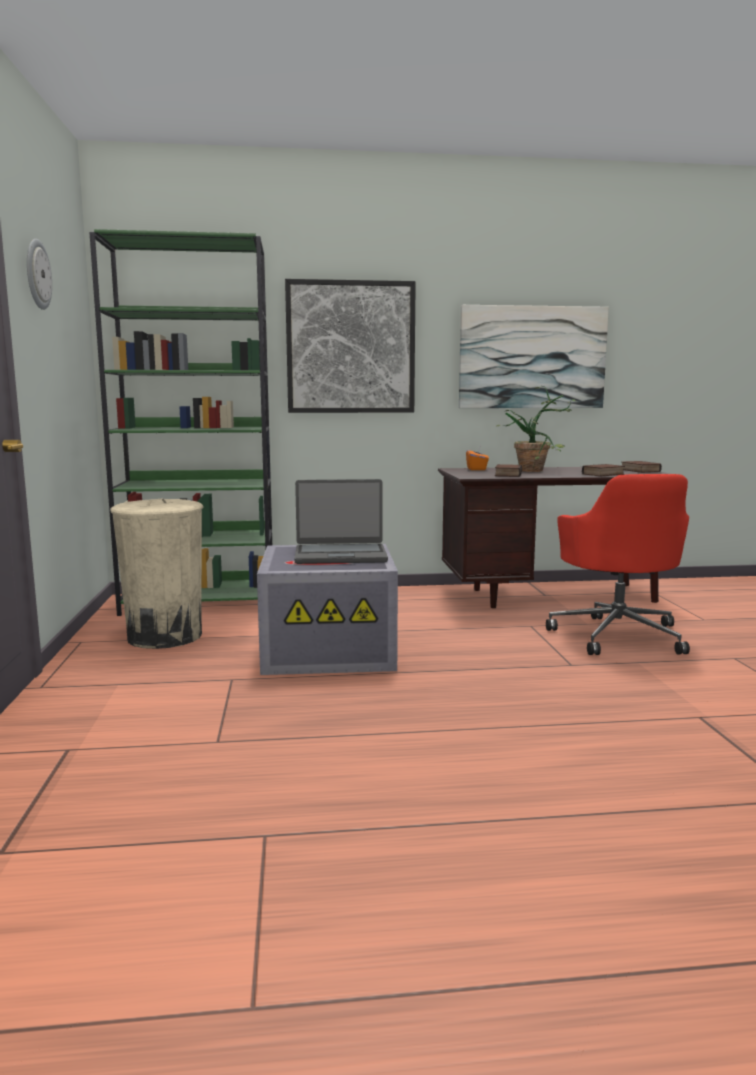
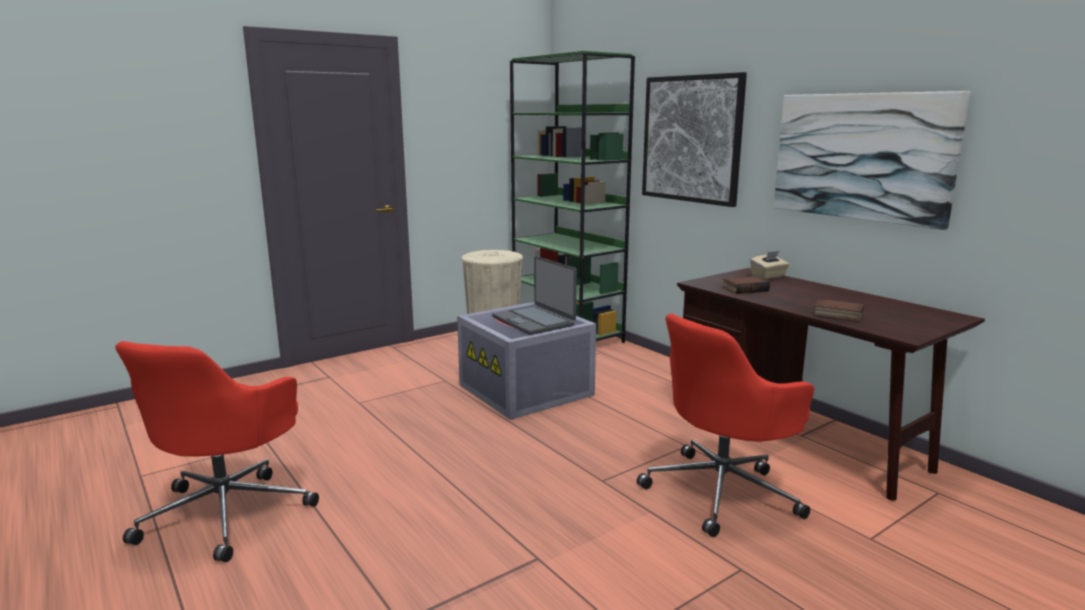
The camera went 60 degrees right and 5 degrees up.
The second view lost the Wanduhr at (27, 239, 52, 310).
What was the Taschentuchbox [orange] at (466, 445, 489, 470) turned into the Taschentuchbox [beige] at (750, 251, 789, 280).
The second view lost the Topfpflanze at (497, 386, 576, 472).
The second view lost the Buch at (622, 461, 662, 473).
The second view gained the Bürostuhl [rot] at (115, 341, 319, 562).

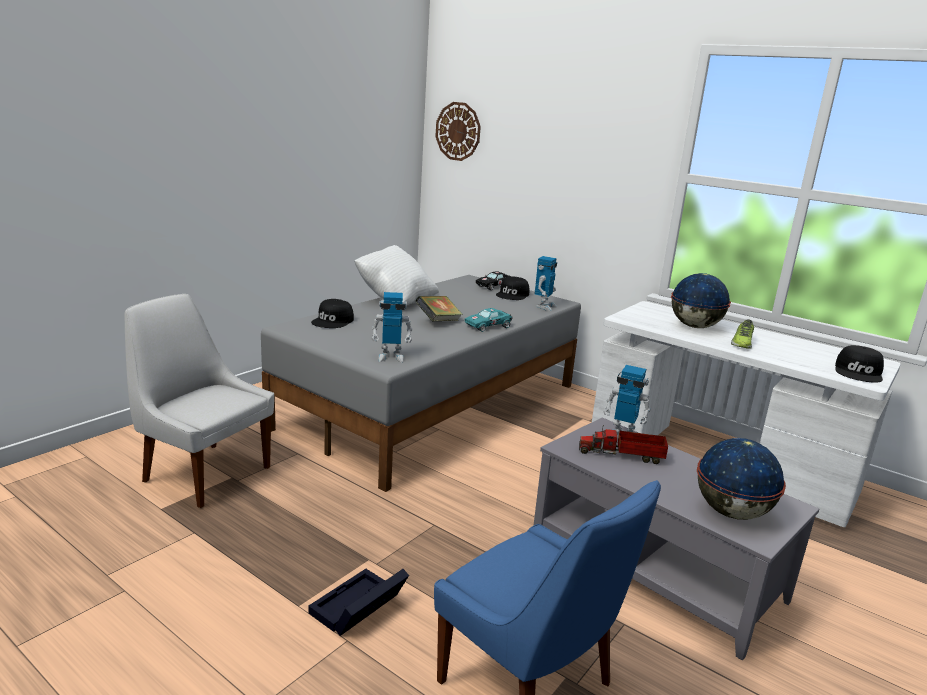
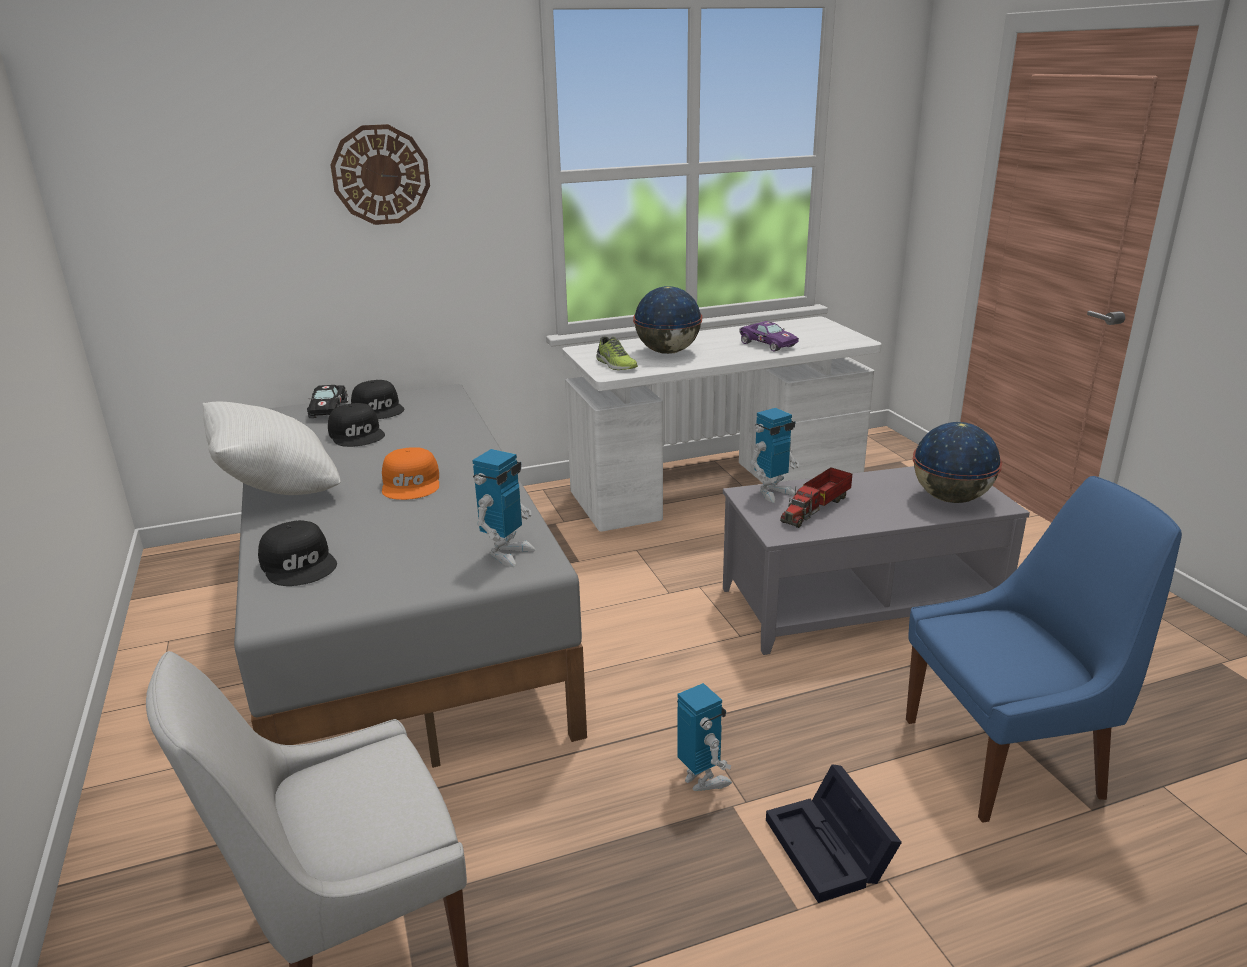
The camera went 55 degrees left and 5 degrees up.
Where the Buch stood at (415, 296, 463, 321), the Kappe [orange] came to stand at (382, 447, 439, 500).
The Wanduhr ended up elsewhere, having gone from (435, 102, 481, 161) to (331, 124, 430, 225).
The second view lost the Spielzeugauto [türkis] at (464, 308, 512, 332).
The Spielzeugroboter ended up elsewhere, having gone from (535, 256, 557, 311) to (677, 683, 732, 791).
The Schuh ended up elsewhere, having gone from (731, 320, 754, 349) to (596, 336, 638, 370).
The Kappe [schwarz] ended up elsewhere, having gone from (835, 345, 884, 383) to (328, 403, 385, 447).
The second view gained the Spielzeugauto [lila] at (739, 321, 799, 351).

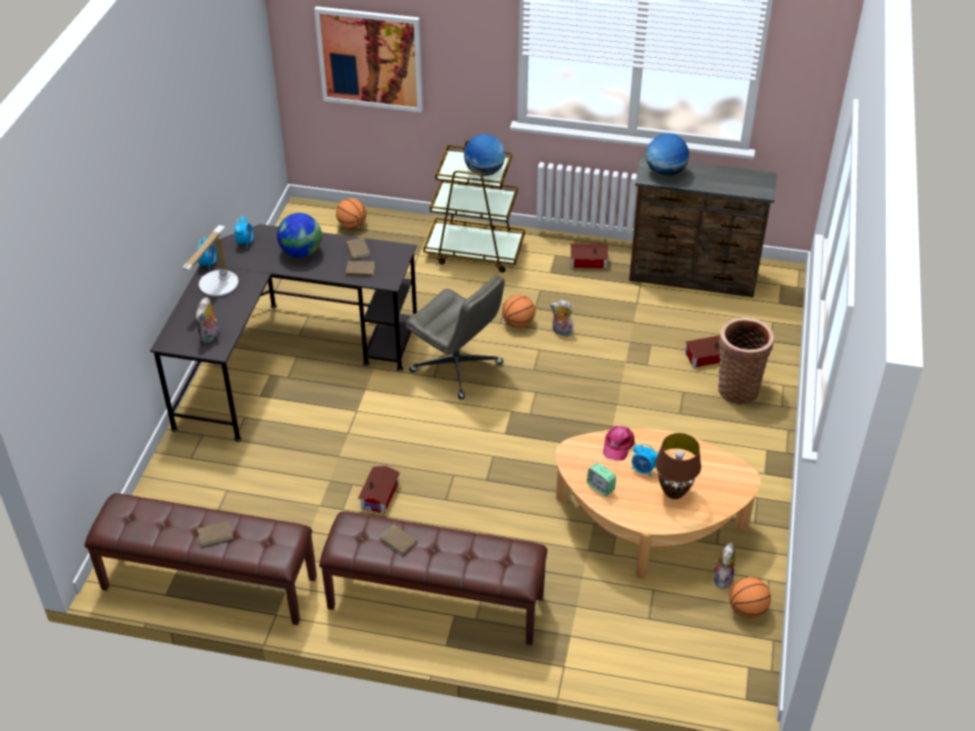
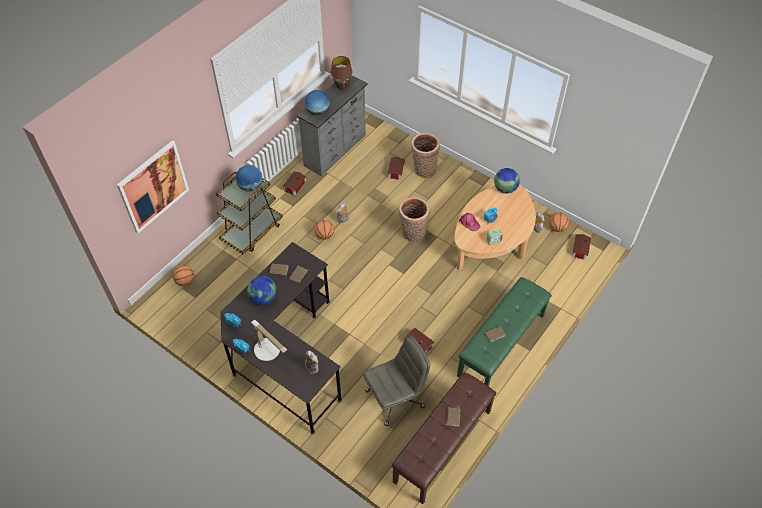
The camera went 65 degrees left and 10 degrees up.
What was the Bank [braun] at (319, 511, 547, 645) turned into the Bank [grün] at (457, 277, 552, 386).
The Bürostuhl [grau] ended up elsewhere, having gone from (406, 275, 505, 400) to (363, 336, 430, 426).
What was the Kommode [braun] at (629, 156, 777, 298) turned into the Kommode [grau] at (297, 75, 367, 176).
The Tischlampe [braun] ended up elsewhere, having gone from (655, 433, 701, 499) to (331, 56, 352, 90).
The second view gained the Korb at (399, 197, 430, 242).
The second view gained the Globus at (494, 168, 520, 193).
The second view gained the Spielzeughaus at (572, 234, 591, 260).

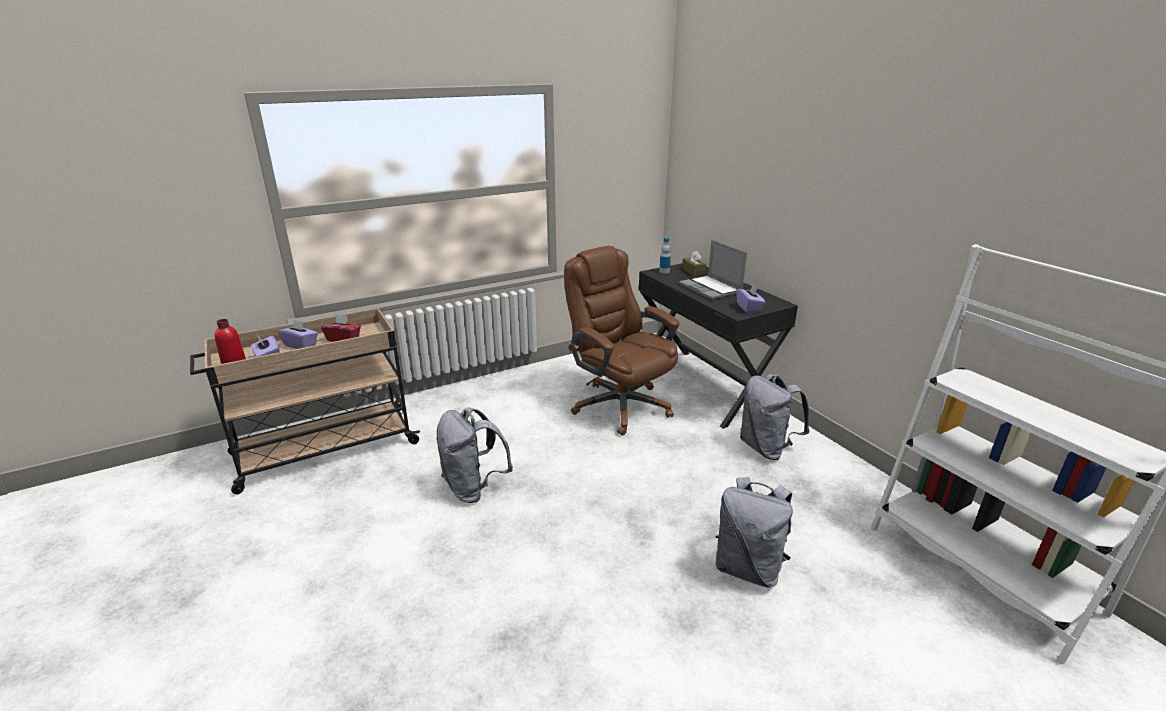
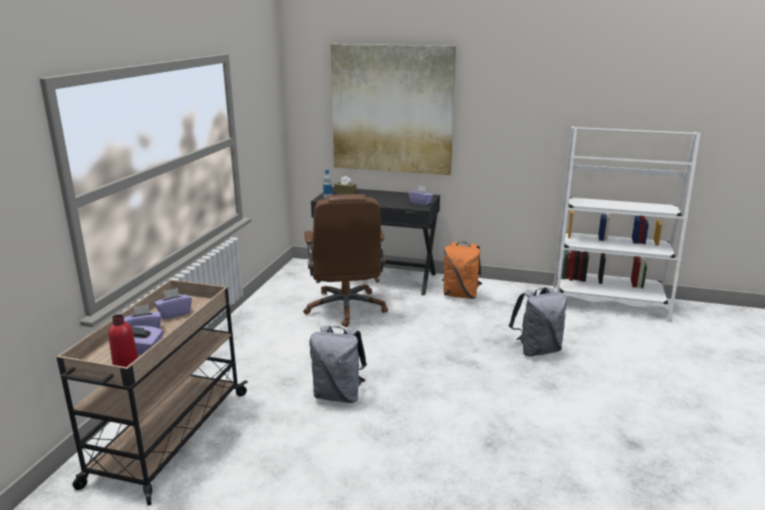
The camera went 45 degrees left and 5 degrees down.
What was the Taschentuchbox [rot] at (321, 315, 361, 342) turned into the Taschentuchbox [lila] at (154, 288, 192, 319).
The Bürostuhl [braun] at (564, 246, 680, 436) ended up facing another way, 105 degrees counterclockwise from before.
The second view lost the Laptop at (679, 240, 747, 300).
What was the Rucksack [grau] at (740, 374, 810, 460) turned into the Rucksack [orange] at (442, 242, 482, 299).
The second view gained the Bild at (330, 44, 456, 175).

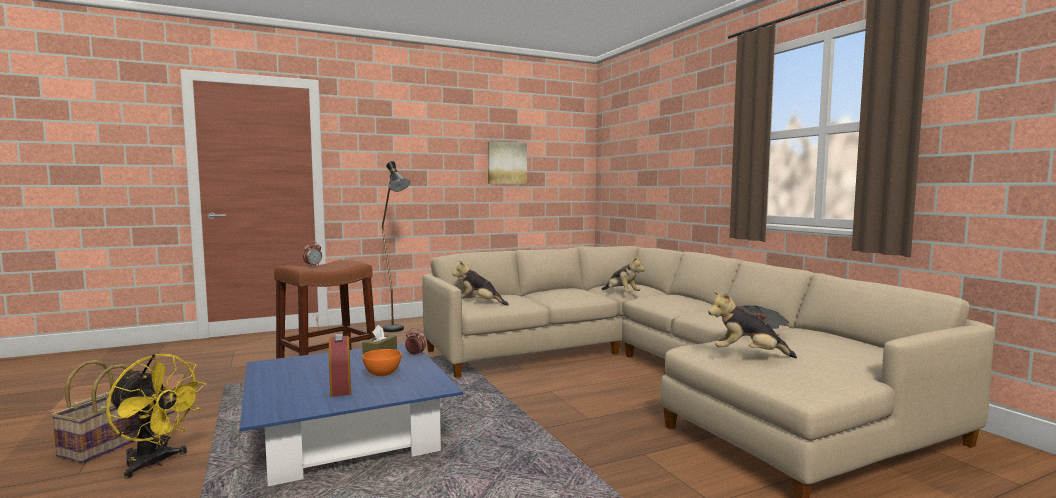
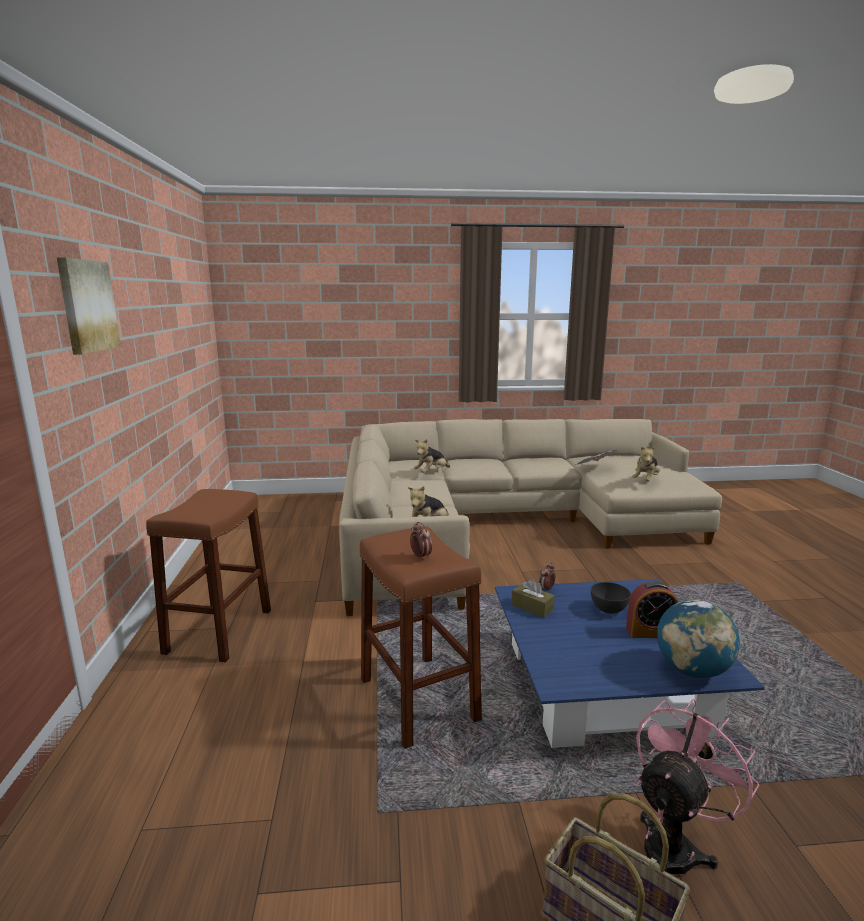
The camera went 70 degrees left and 10 degrees up.
What was the Ventilator [gelb] at (106, 354, 206, 479) turned into the Ventilator [rosa] at (636, 699, 759, 875).
What was the Schüssel [orange] at (362, 349, 401, 376) turned into the Schüssel [grau] at (591, 582, 631, 614).
Where the Stehlampe [schwarz] stood at (382, 161, 410, 332), the Hocker [braun] came to stand at (146, 489, 271, 662).
The Bild ended up elsewhere, having gone from (488, 141, 527, 184) to (57, 258, 120, 355).
The Plüschtier at (602, 255, 645, 292) ended up facing another way, 150 degrees clockwise from before.
The second view gained the Globus at (657, 599, 740, 678).

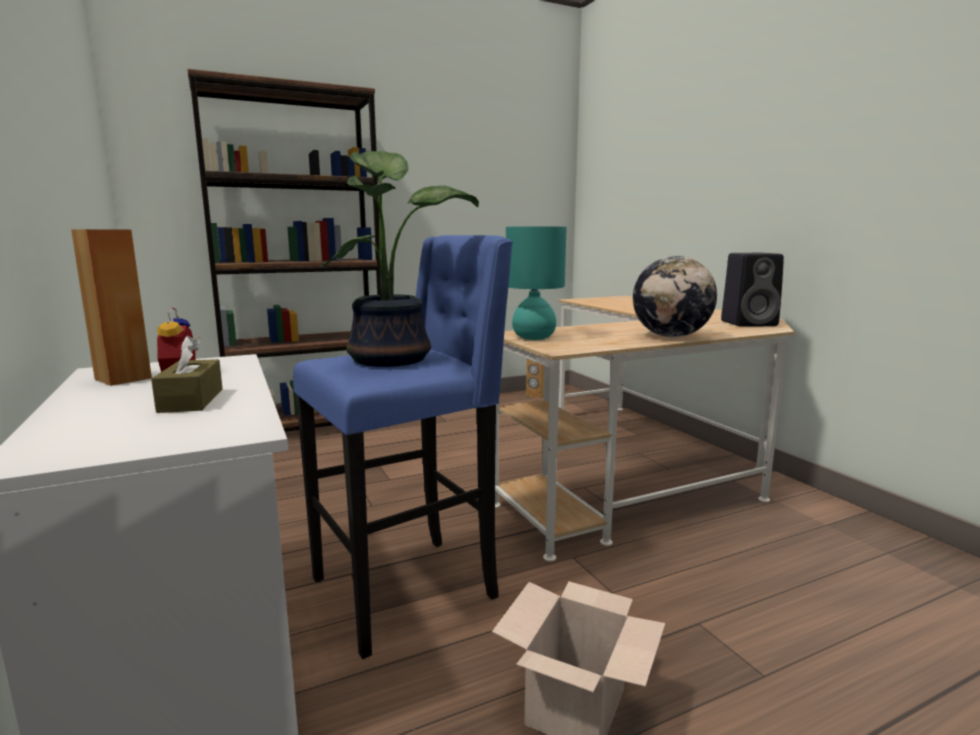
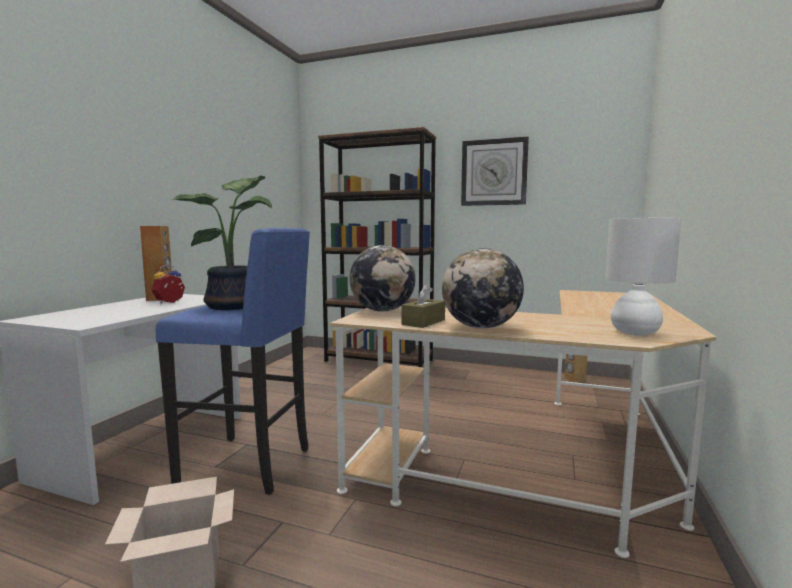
The camera went 45 degrees right and 5 degrees down.
The Taschentuchbox [braun] ended up elsewhere, having gone from (151, 336, 223, 413) to (401, 284, 445, 328).
Where the Tischlampe [türkis] stood at (506, 226, 567, 340), the Globus came to stand at (349, 245, 415, 312).
Where the Lautsprecher [schwarz] stood at (721, 253, 784, 327), the Tischlampe [weiß] came to stand at (605, 218, 681, 336).
The second view gained the Wanduhr at (461, 137, 529, 206).

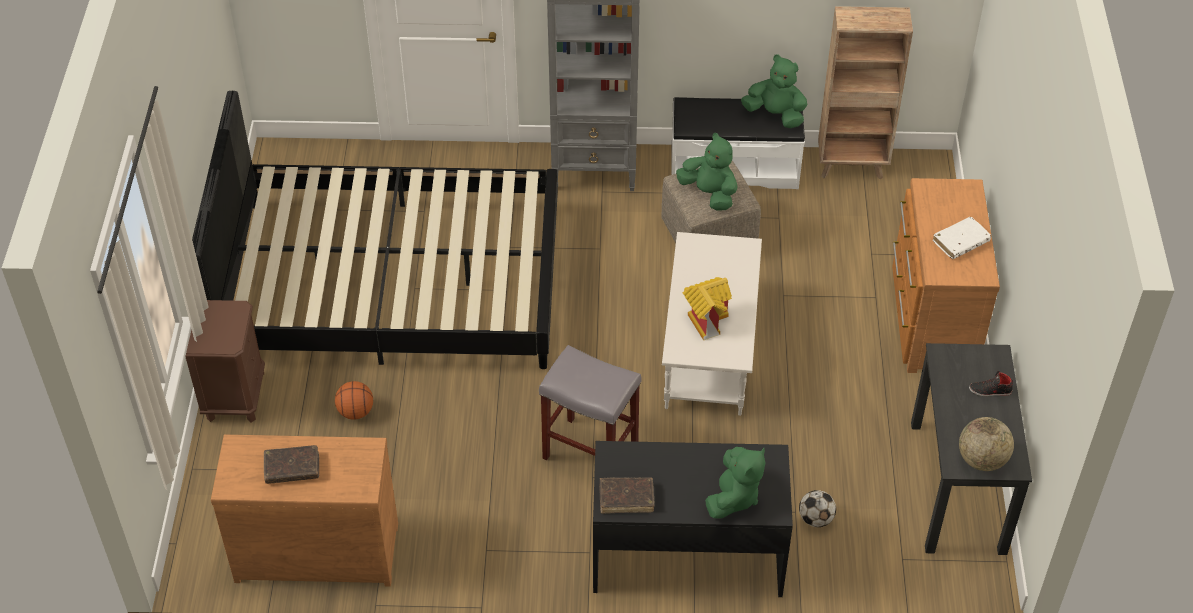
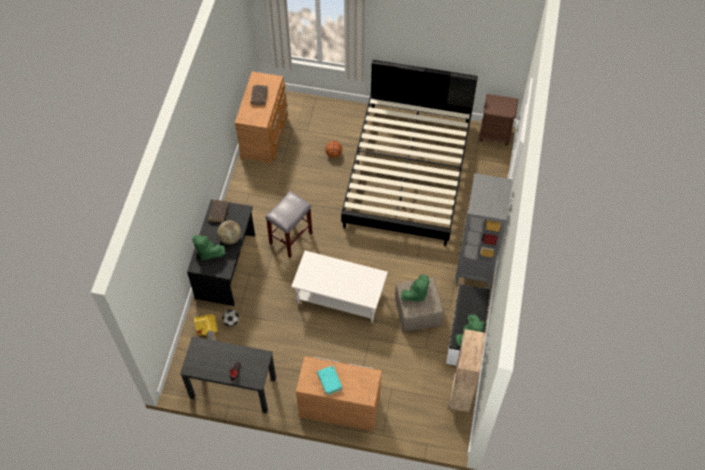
The camera went 100 degrees right and 10 degrees up.
The Nachttisch [braun] ended up elsewhere, having gone from (185, 300, 265, 423) to (479, 94, 518, 146).
The Spielzeughaus ended up elsewhere, having gone from (682, 277, 732, 340) to (194, 314, 218, 340).
What was the Buch [weiß] at (933, 217, 991, 259) turned into the Buch [türkis] at (317, 366, 342, 395).
The Globus ended up elsewhere, having gone from (959, 417, 1014, 471) to (217, 220, 241, 244).

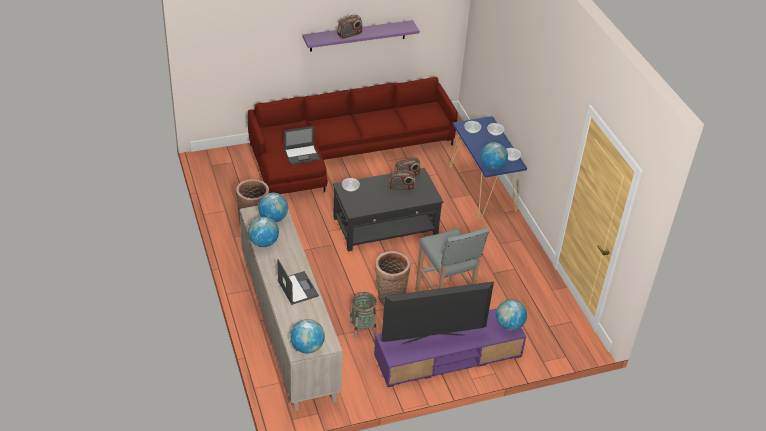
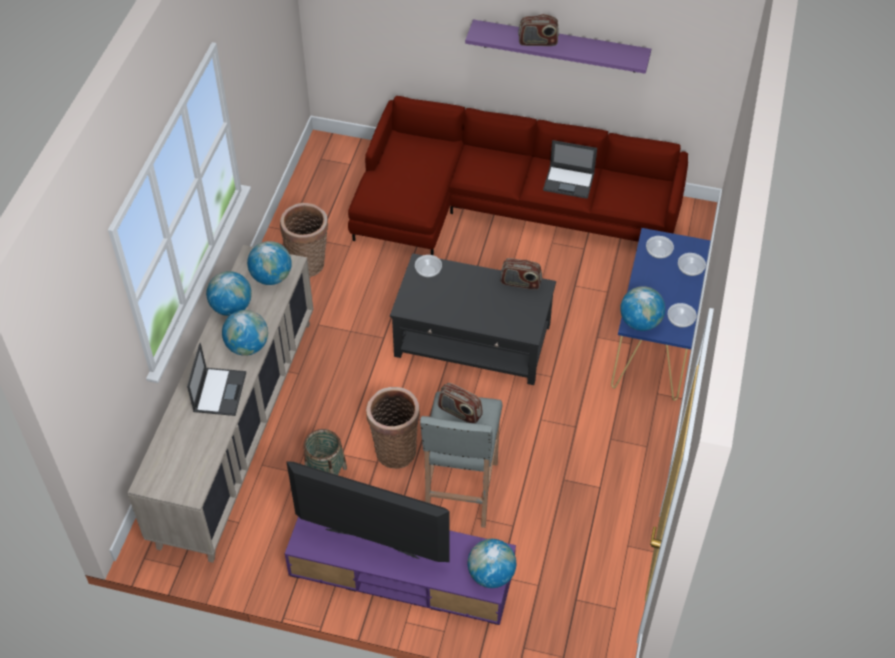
The camera went 35 degrees right and 10 degrees up.
The Laptop ended up elsewhere, having gone from (284, 126, 320, 165) to (543, 140, 597, 199).
The Globus ended up elsewhere, having gone from (291, 319, 325, 354) to (222, 310, 268, 356).
The Radio ended up elsewhere, having gone from (388, 169, 415, 190) to (438, 383, 483, 423).

